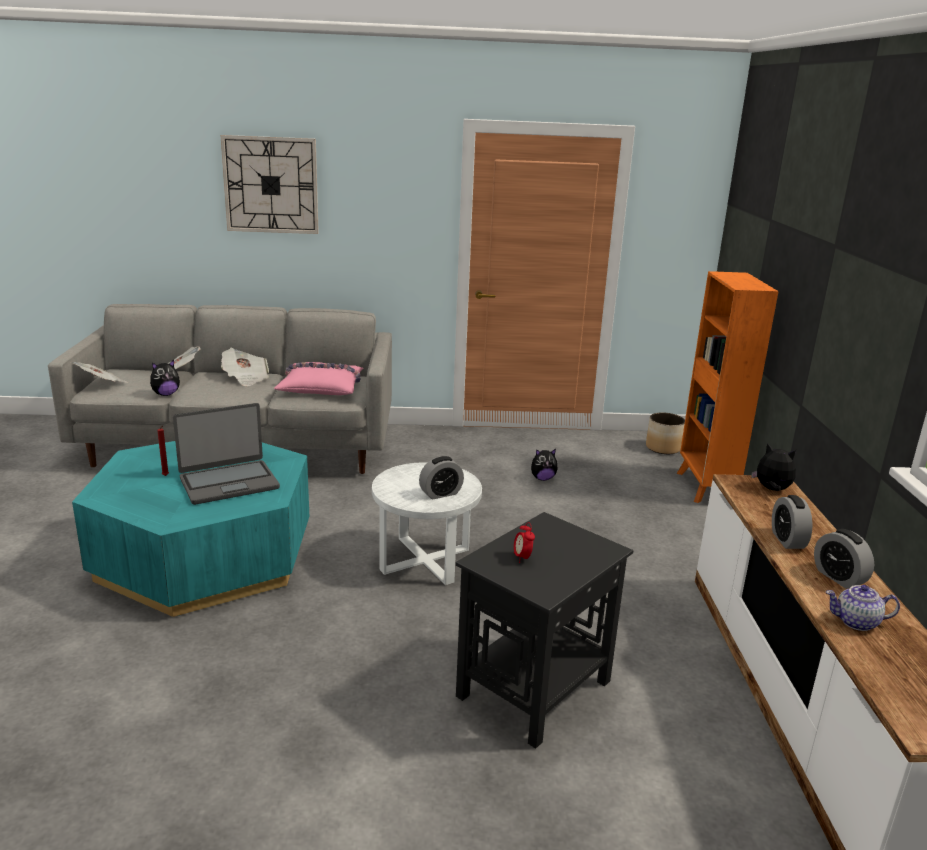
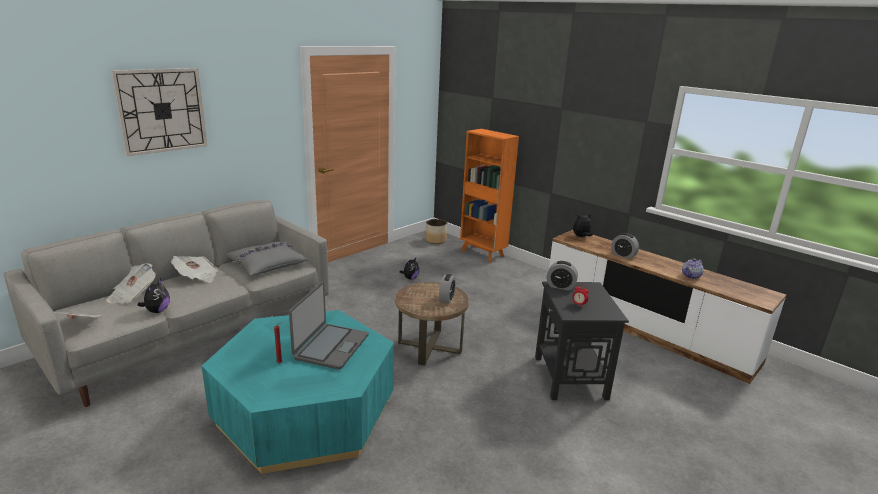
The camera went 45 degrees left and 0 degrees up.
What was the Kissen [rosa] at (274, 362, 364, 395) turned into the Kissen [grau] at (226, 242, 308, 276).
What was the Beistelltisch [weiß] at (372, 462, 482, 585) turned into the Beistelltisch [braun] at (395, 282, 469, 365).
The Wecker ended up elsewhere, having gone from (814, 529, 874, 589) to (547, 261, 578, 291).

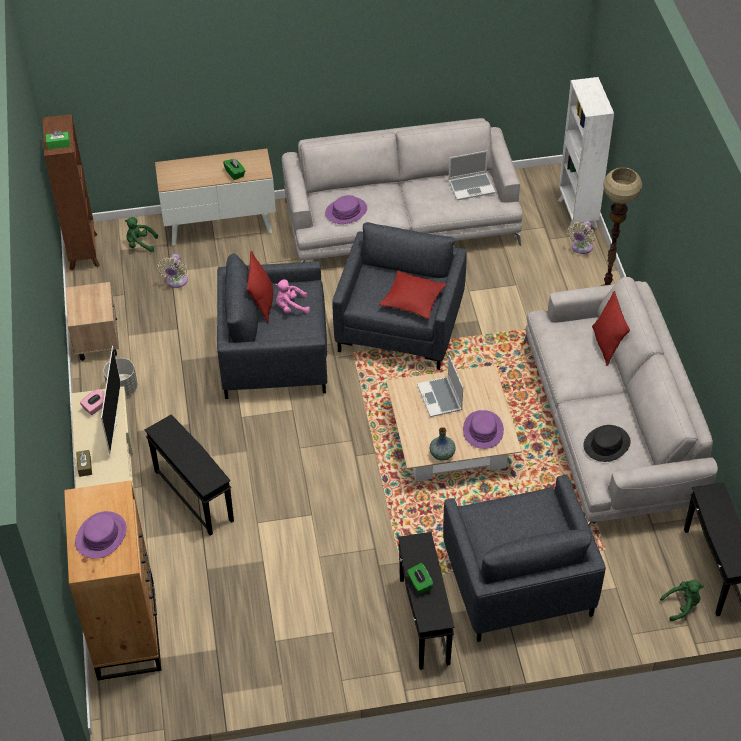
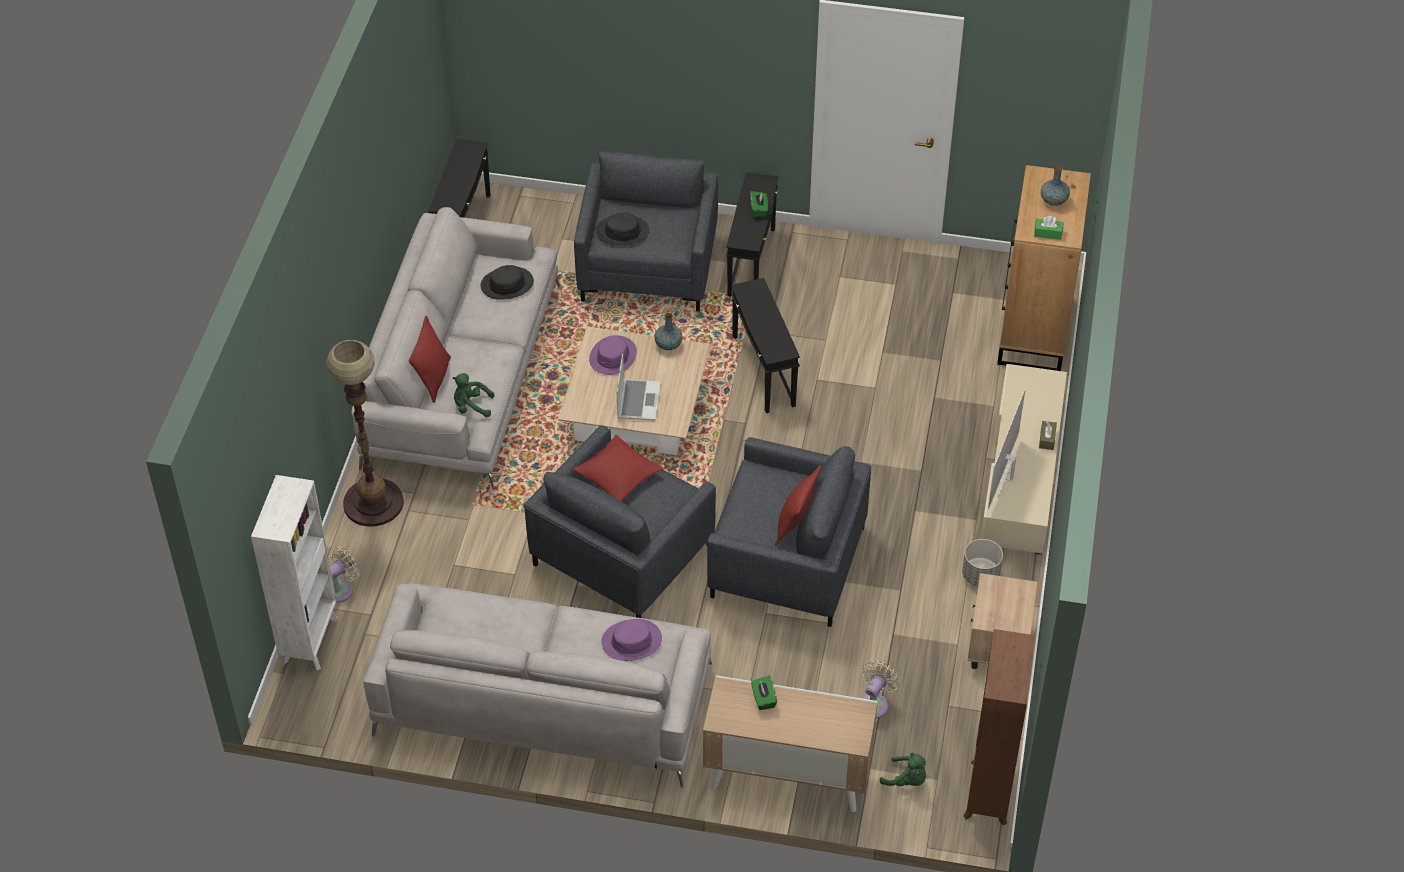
The camera went 160 degrees left and 0 degrees up.
The Taschentuchbox [grün] ended up elsewhere, having gone from (46, 130, 70, 149) to (1034, 216, 1064, 240).
Where the Hut [lila] stood at (75, 511, 127, 559), the Vase came to stand at (1041, 166, 1070, 206).
The second view lost the Taschentuchbox [rosa] at (80, 389, 105, 415).
The Beistelltisch [schwarz] ended up elsewhere, having gone from (145, 415, 234, 536) to (731, 278, 800, 413).
The second view lost the Plüschtier [rosa] at (275, 279, 310, 313).
The second view lost the Laptop at (448, 150, 495, 200).
The Plüschtier [grün] ended up elsewhere, having gone from (660, 580, 704, 621) to (453, 373, 494, 417).
The second view gained the Hut [schwarz] at (596, 213, 649, 246).

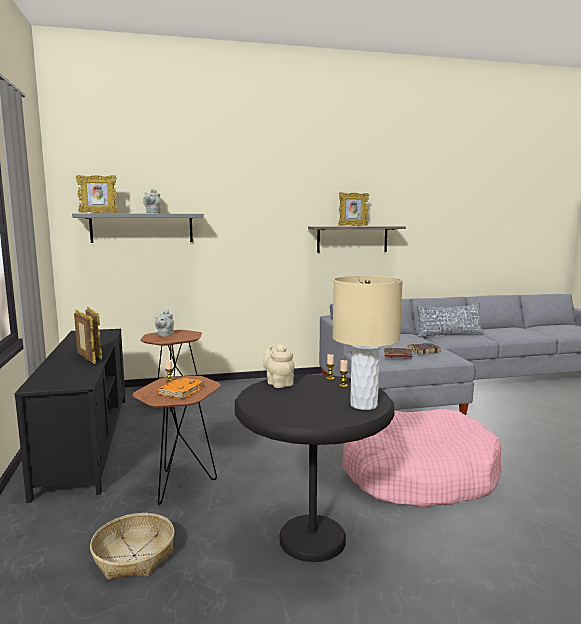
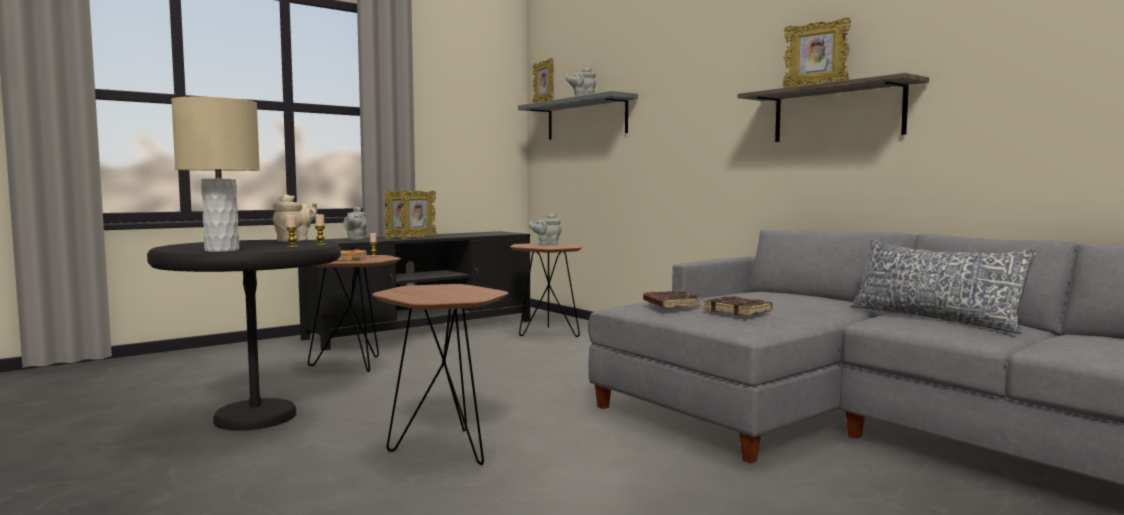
The camera went 65 degrees right and 5 degrees down.
The second view lost the Korb at (90, 513, 174, 580).
Where the Hundebett [rosa] stood at (342, 409, 502, 508), the Beistelltisch [braun] came to stand at (372, 284, 508, 465).
The second view gained the Teekanne [grau] at (343, 207, 367, 240).

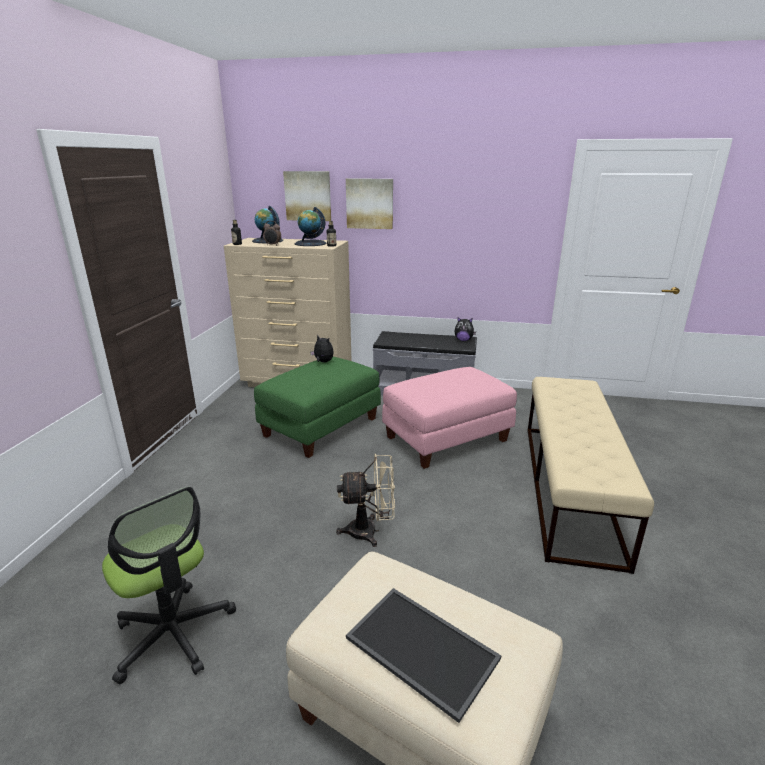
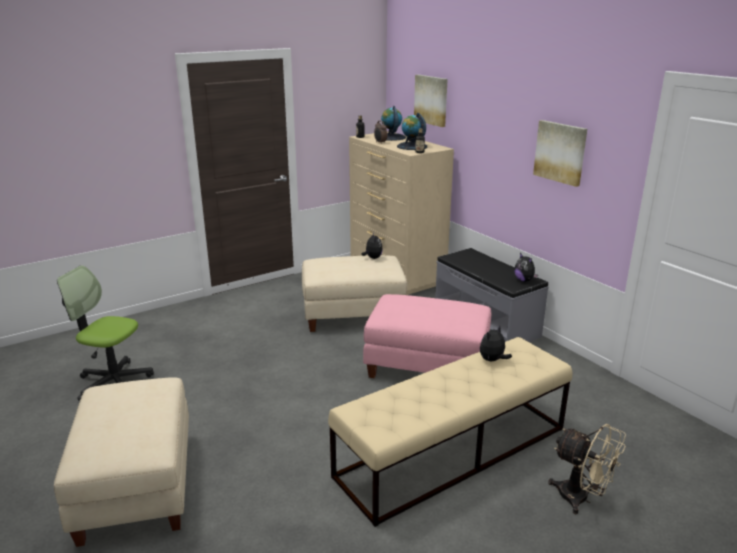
The camera went 45 degrees right and 0 degrees up.
The Bürostuhl at (102, 486, 236, 684) ended up facing another way, 105 degrees clockwise from before.
What was the Polsterhocker [grün] at (254, 357, 381, 458) turned into the Polsterhocker [beige] at (302, 255, 407, 332).
The Ventilator [beige] ended up elsewhere, having gone from (336, 454, 395, 547) to (548, 424, 626, 514).
The Bild ended up elsewhere, having gone from (346, 178, 393, 229) to (533, 120, 587, 187).
The second view lost the Tablett at (346, 588, 501, 723).
The second view gained the Plüschtier at (480, 325, 512, 361).

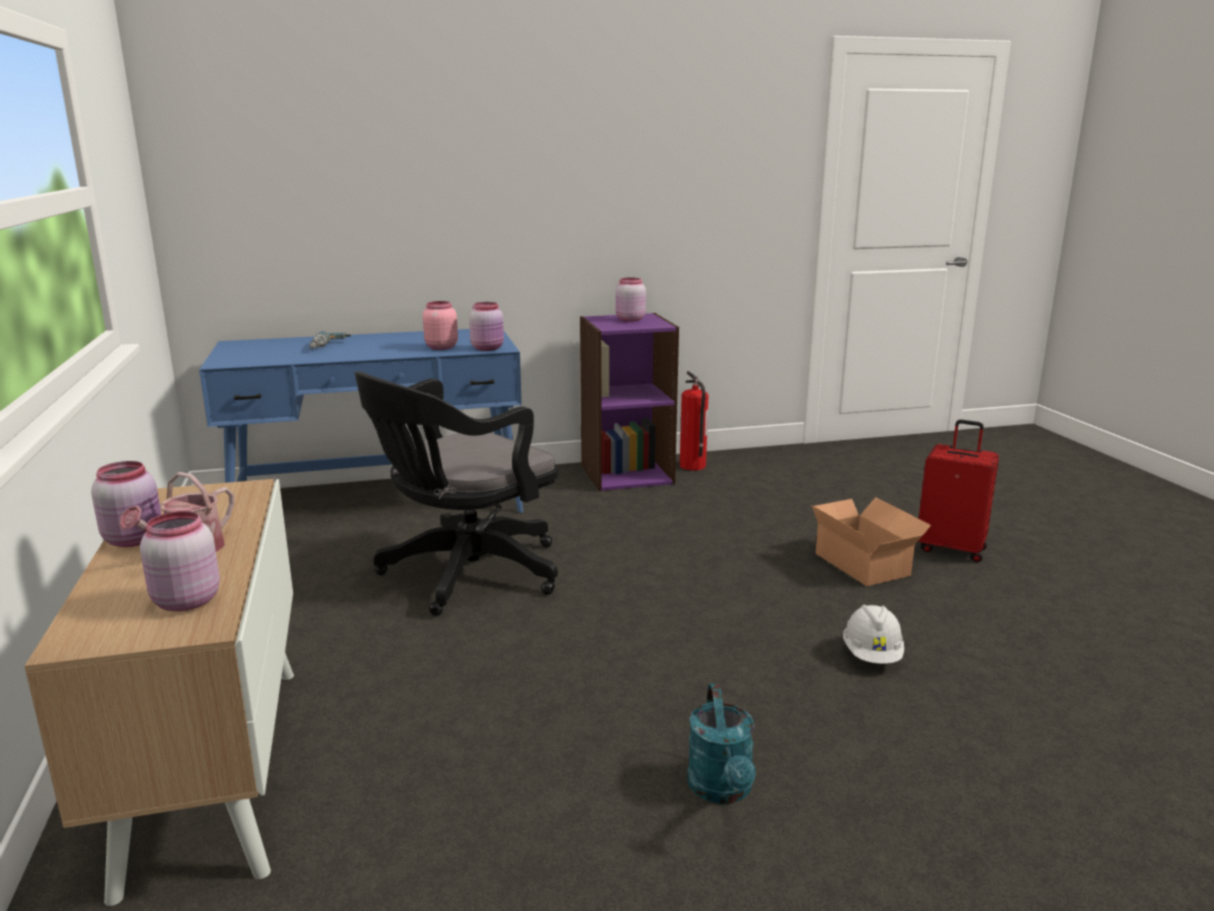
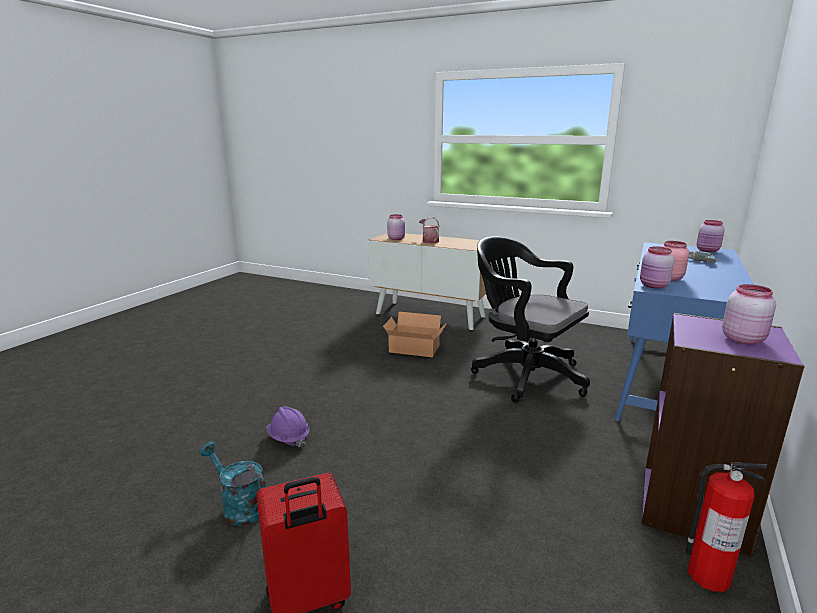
The camera went 130 degrees right and 0 degrees up.
The Vorratsglas [rosa] ended up elsewhere, having gone from (91, 461, 161, 547) to (696, 220, 725, 252).
The Bürostuhl [schwarz] at (355, 372, 558, 616) ended up facing another way, 45 degrees counterclockwise from before.
The Gießkanne [türkis] ended up elsewhere, having gone from (687, 684, 756, 804) to (199, 441, 266, 526).
The Karton ended up elsewhere, having gone from (811, 497, 931, 586) to (383, 312, 447, 357).
What was the Schutzhelm [weiß] at (843, 605, 904, 664) turned into the Schutzhelm [lila] at (266, 406, 309, 448).

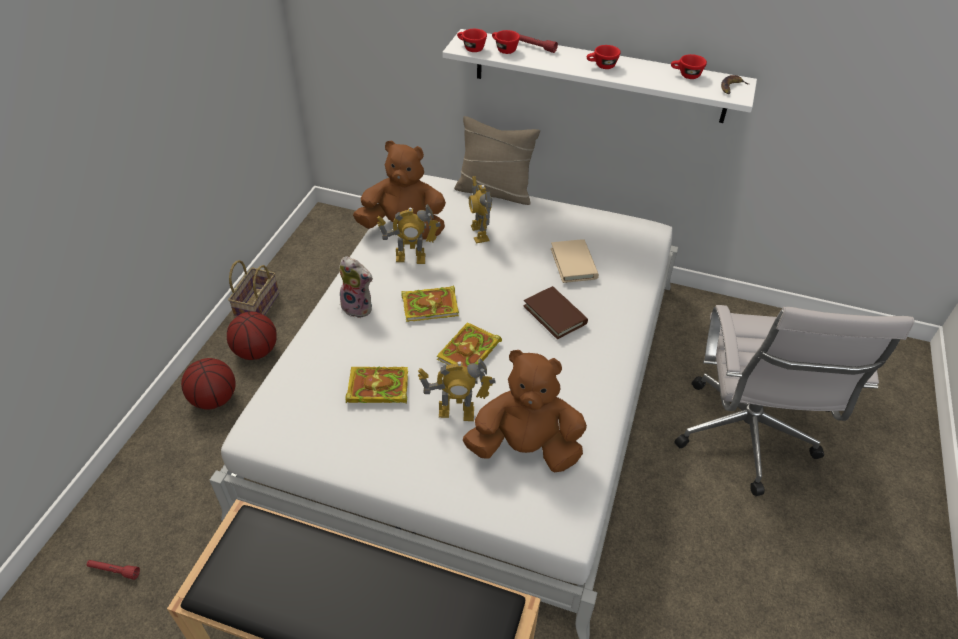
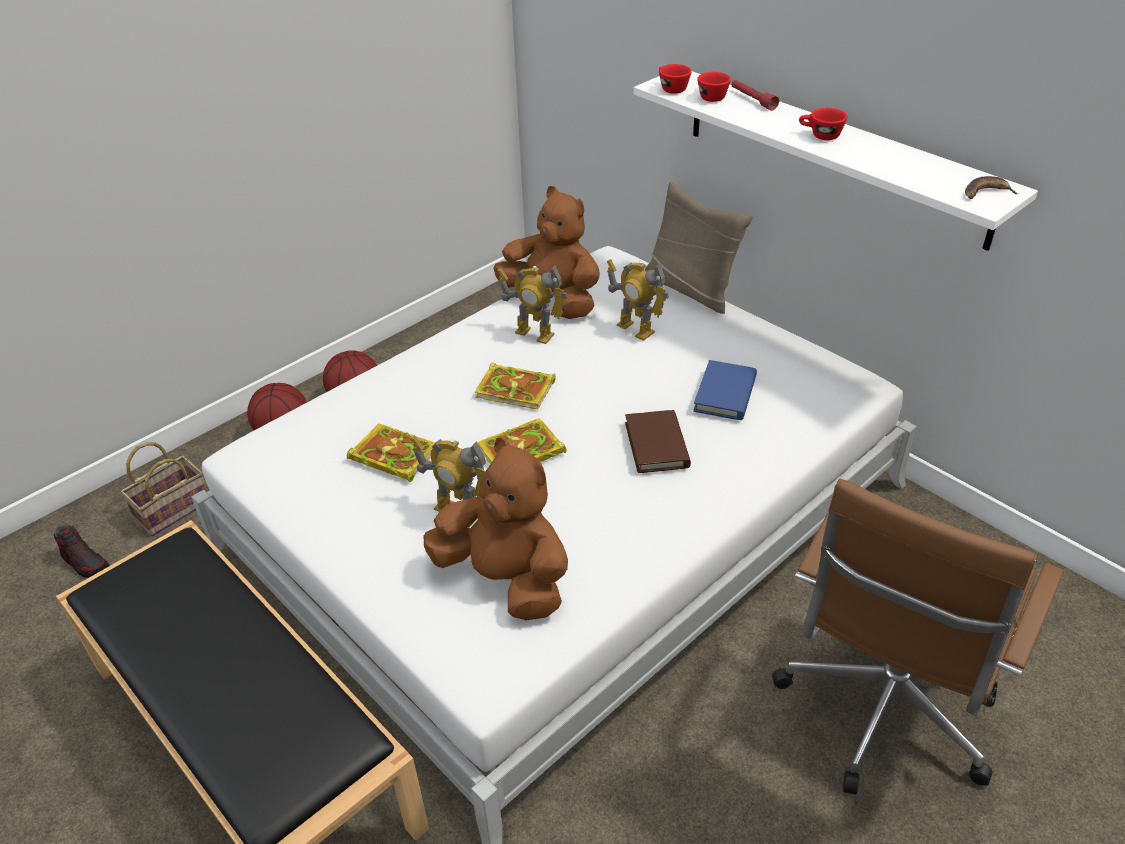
The camera went 30 degrees right and 5 degrees down.
Where the Taschenlampe [rot] stood at (87, 560, 140, 580), the Schuh came to stand at (54, 524, 109, 578).
The Korb ended up elsewhere, having gone from (228, 260, 279, 318) to (121, 442, 208, 537).
The second view lost the Plüschtier at (339, 256, 373, 318).
The Spielzeugroboter at (469, 176, 492, 243) ended up facing another way, 60 degrees counterclockwise from before.
What was the Buch [beige] at (551, 239, 599, 283) turned into the Buch [blau] at (693, 360, 757, 420).
The second view lost the Tasse [rot] at (671, 54, 707, 79).
What was the Bürostuhl [weiß] at (675, 305, 914, 496) turned into the Bürostuhl [braun] at (772, 478, 1064, 795).

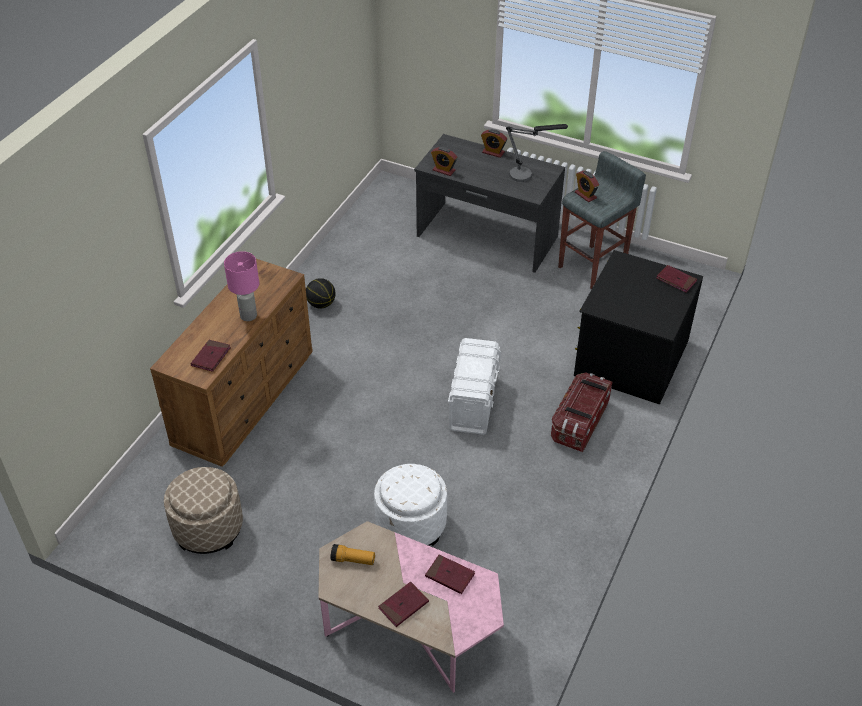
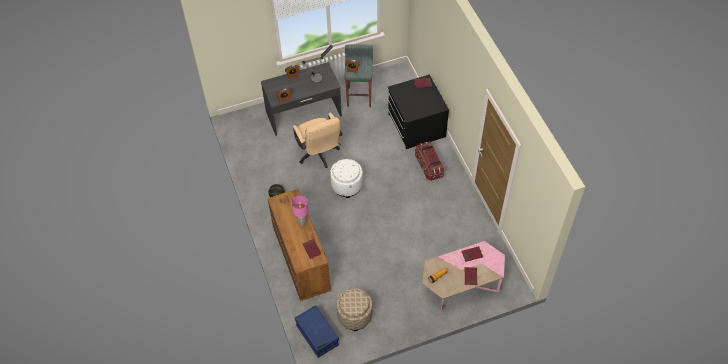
The camera went 45 degrees left and 10 degrees up.
The Polsterhocker [weiß] ended up elsewhere, having gone from (374, 464, 447, 546) to (330, 159, 363, 198).
The second view lost the Aufbewahrungsbox [weiß] at (448, 338, 501, 435).
The second view gained the Bürostuhl [beige] at (293, 112, 343, 168).
The second view gained the Aufbewahrungsbox [blau] at (295, 305, 339, 358).

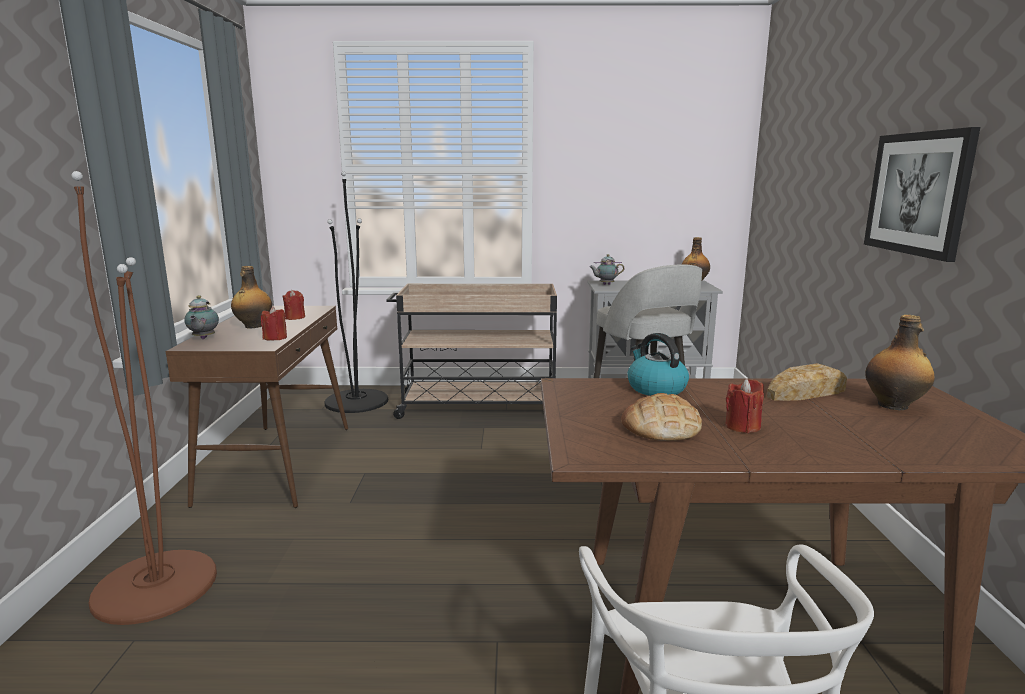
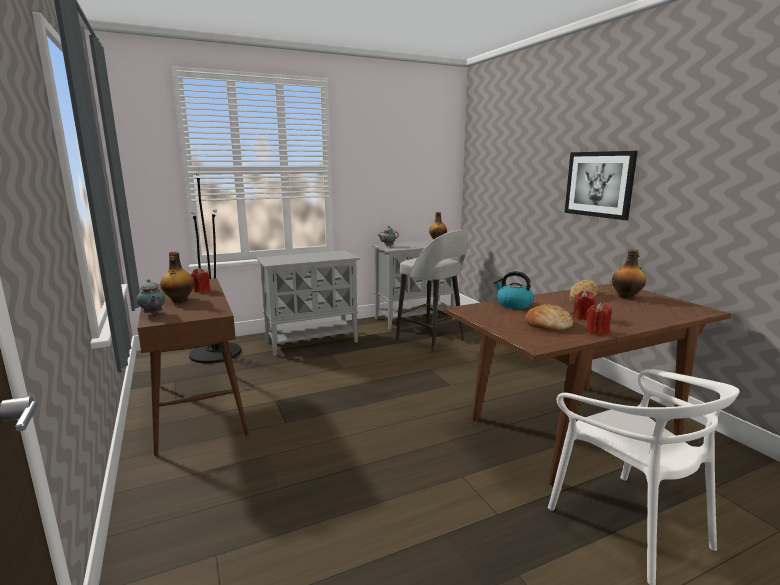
The camera went 25 degrees left and 0 degrees up.
The second view lost the Stehlampe [braun] at (71, 171, 217, 625).
The Kerze [rot] ended up elsewhere, having gone from (261, 306, 287, 341) to (586, 302, 611, 335).
Where the Rollwagen [beige] stood at (386, 284, 557, 419), the Schrank [grau] came to stand at (256, 250, 360, 356).

